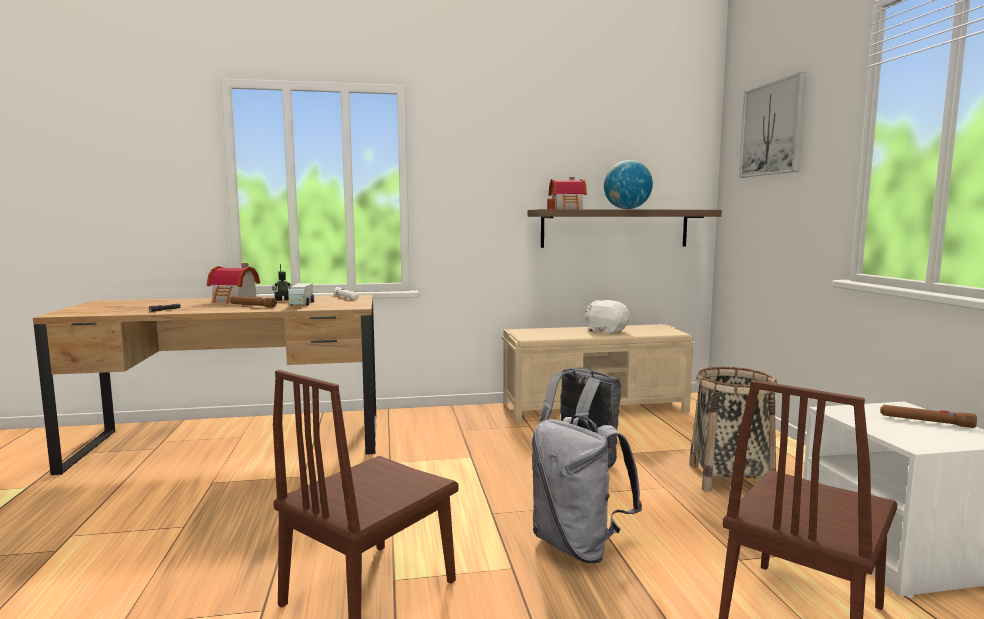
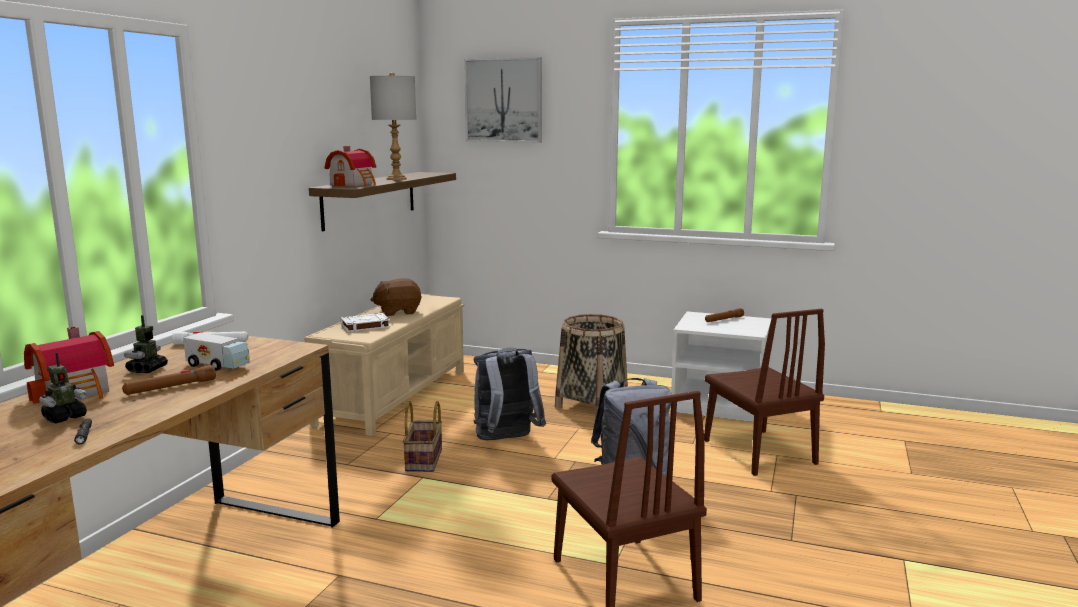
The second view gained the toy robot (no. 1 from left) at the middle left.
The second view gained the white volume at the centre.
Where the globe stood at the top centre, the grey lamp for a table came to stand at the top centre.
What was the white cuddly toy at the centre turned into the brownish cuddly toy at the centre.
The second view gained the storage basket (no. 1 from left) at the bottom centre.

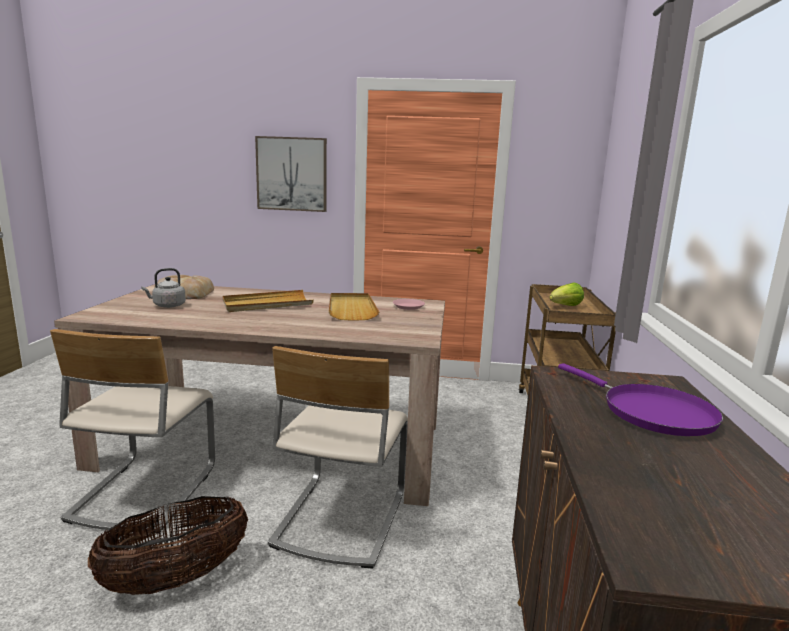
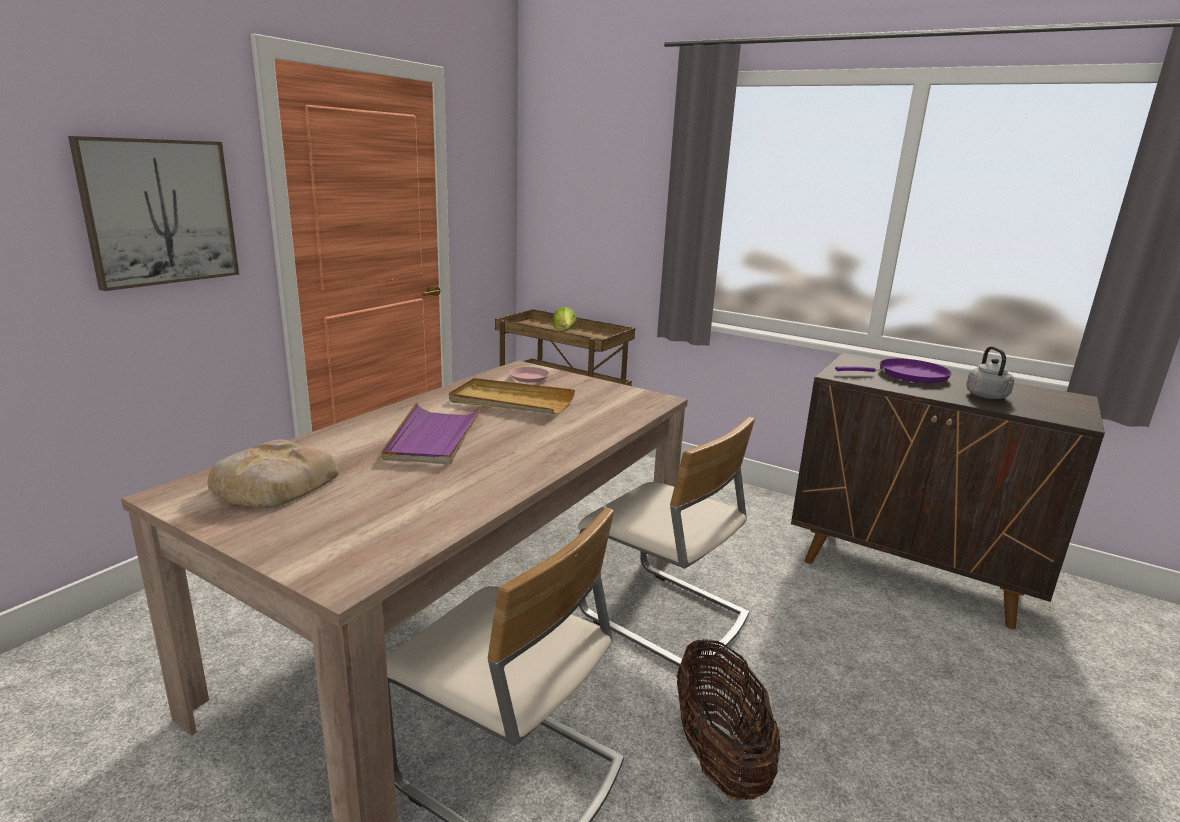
What was the sand-coloured serving tray (no. 1 from left) at the centre turned into the purple-coloured serving tray at the centre.
The grey tea kettle ended up elsewhere, having gone from the middle left to the middle right.

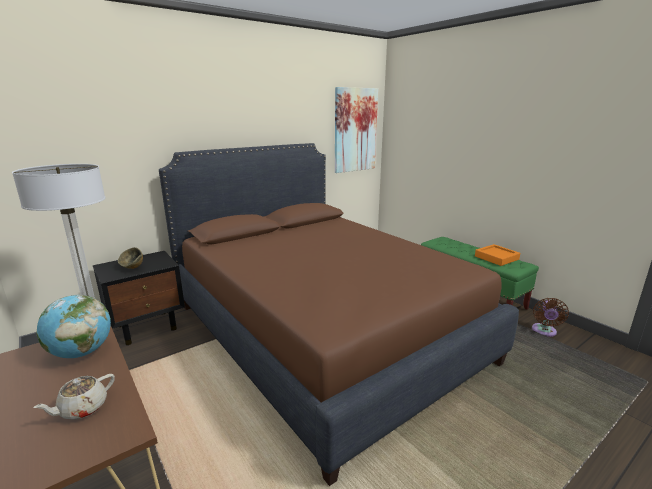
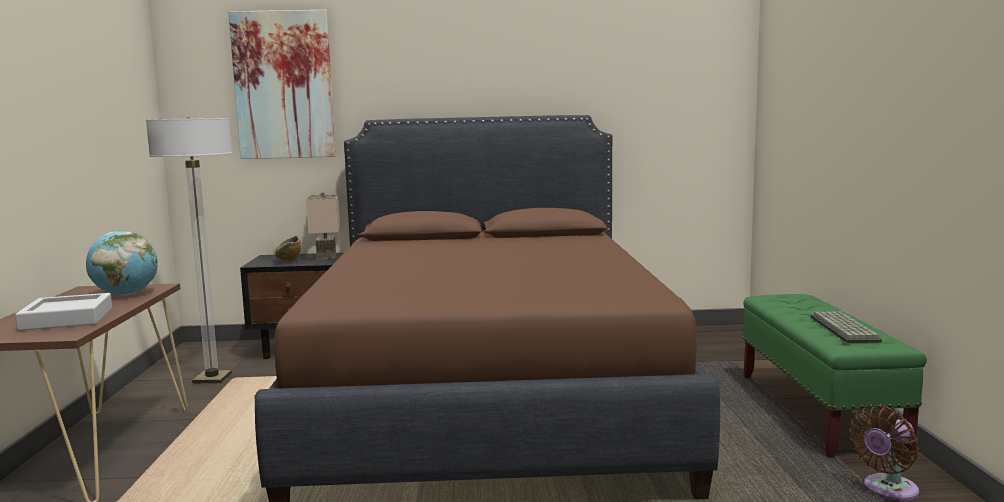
Where the sand-coloured pot for tea stood at the bottom left, the grey serving tray came to stand at the middle left.
The wall art ended up elsewhere, having gone from the top centre to the top left.
The second view gained the sand-coloured lamp for a table at the middle left.
Where the orange serving tray stood at the middle right, the keyboard came to stand at the middle right.

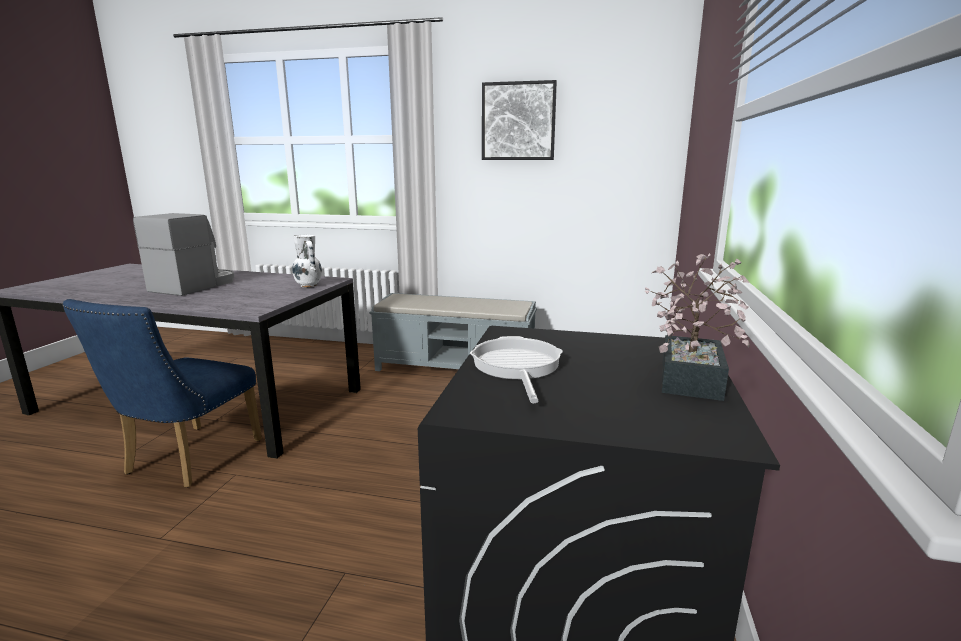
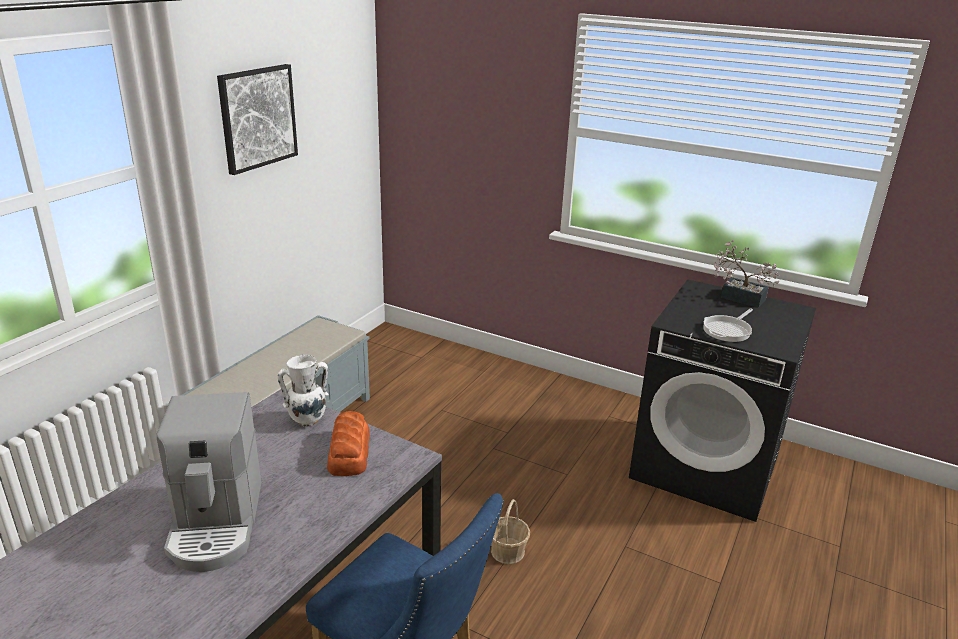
The coffee machine at the middle left ended up facing another way, 135 degrees counterclockwise from before.
The second view gained the bakery bread at the bottom centre.
The second view gained the storage basket at the bottom centre.
The pan at the centre ended up facing another way, 60 degrees counterclockwise from before.

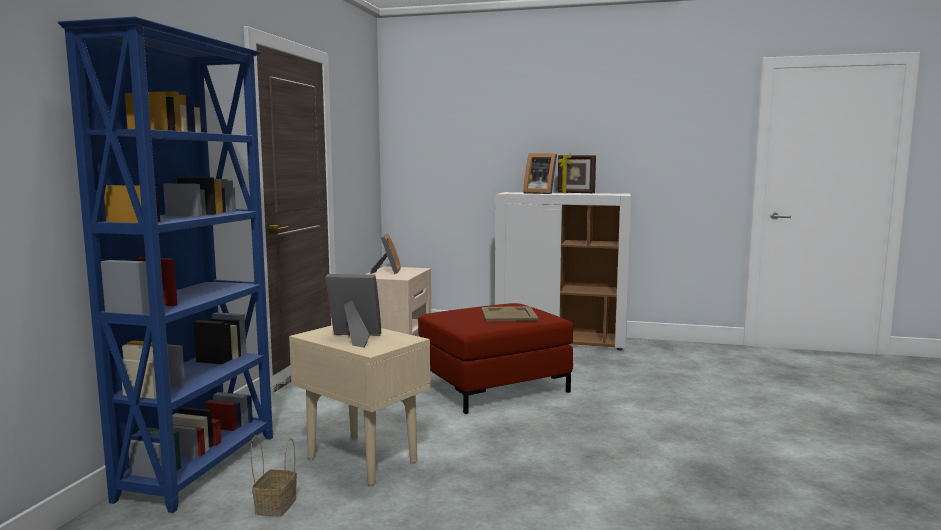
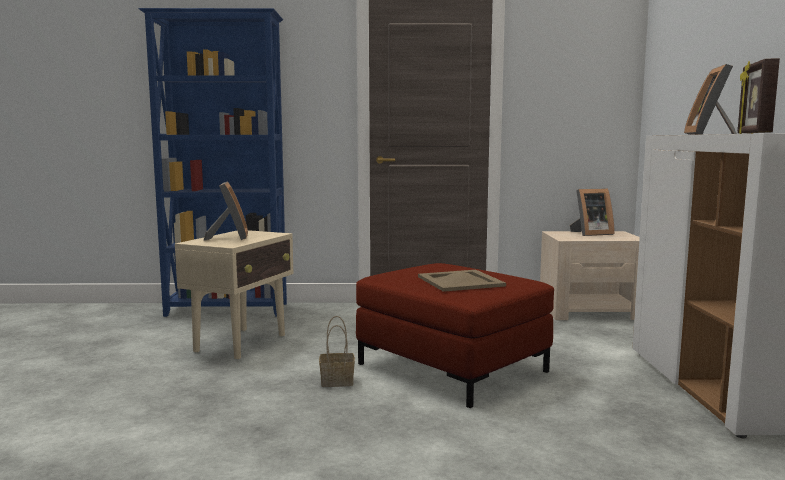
The storage basket ended up elsewhere, having gone from the bottom left to the bottom centre.

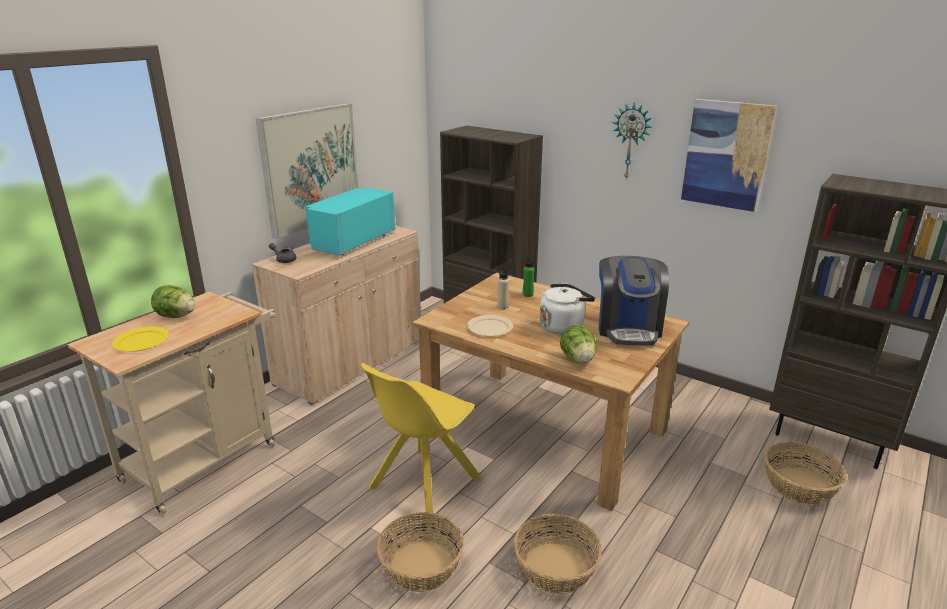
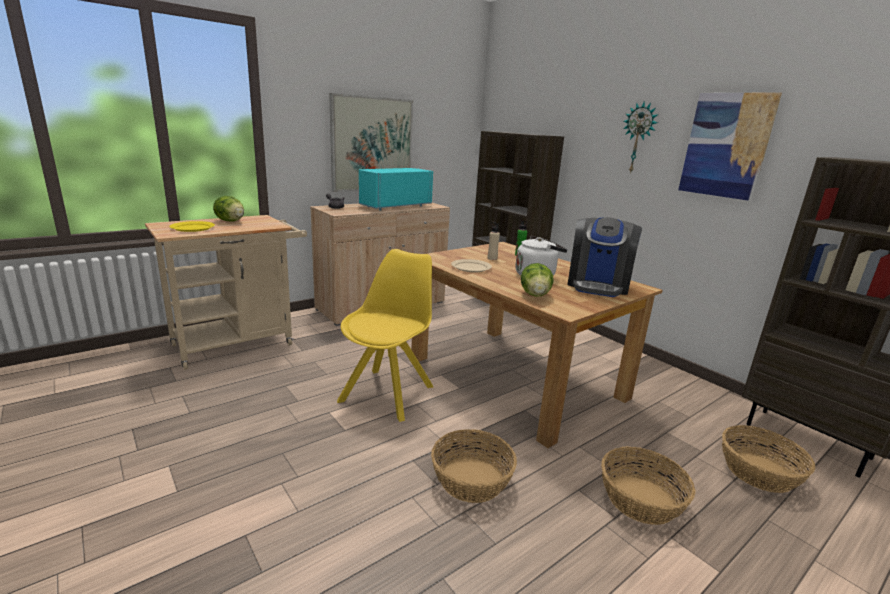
The yellow chair at the bottom centre ended up facing another way, 150 degrees clockwise from before.
The storage basket (no. 1 from left in the first image) ended up elsewhere, having gone from the bottom centre to the bottom right.

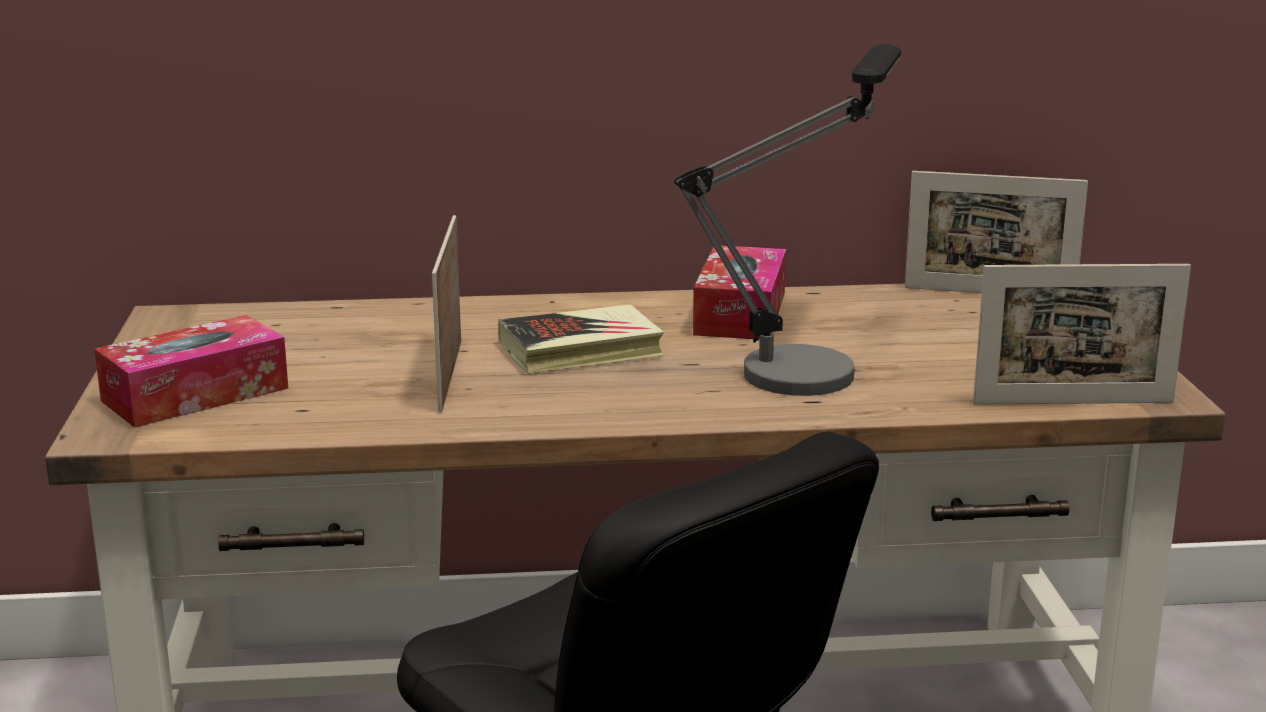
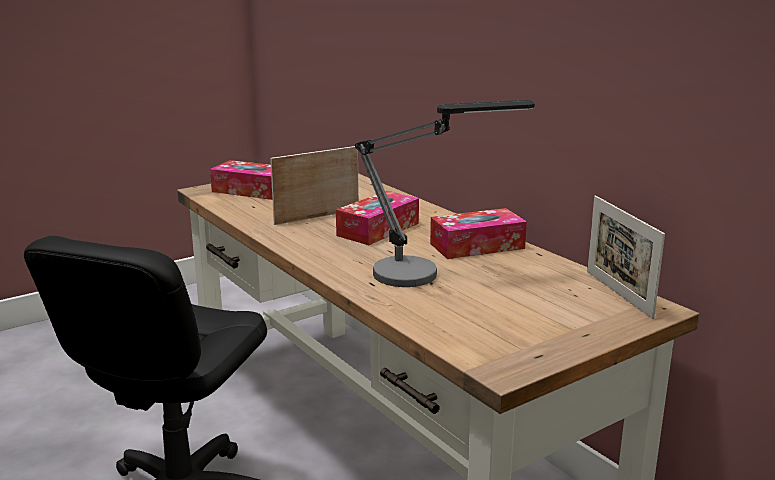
Where the volume stood at the centre, the tissue box (no. 2 from left) came to stand at the centre.
The second view lost the standing frame (no. 3 from left) at the middle right.

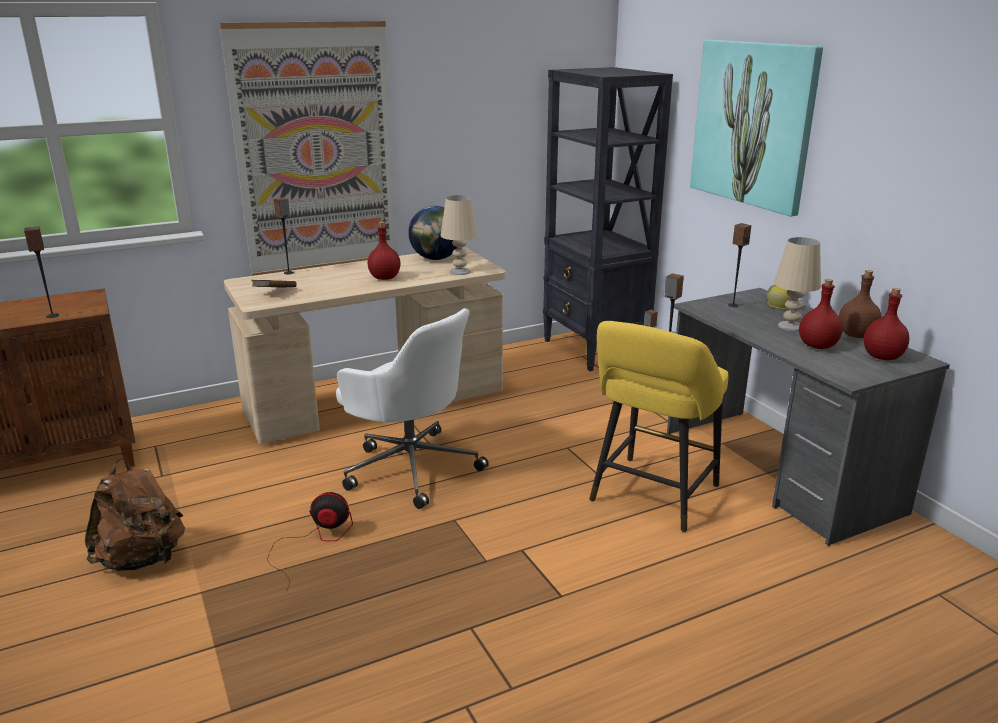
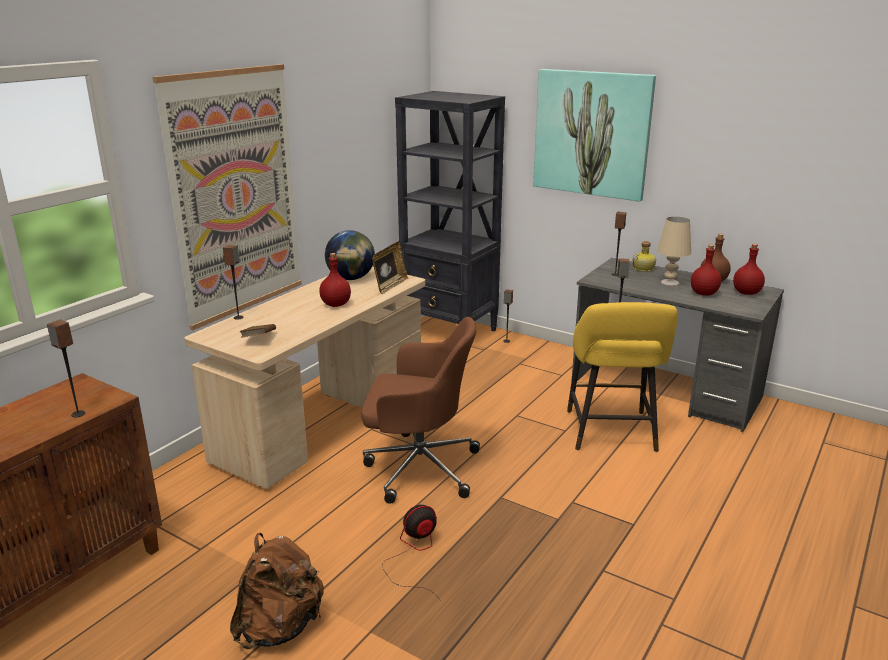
What was the white computer chair at the centre turned into the brownish computer chair at the centre.
Where the sand-coloured lamp for a table (no. 1 from left) stood at the top centre, the standing frame came to stand at the centre.

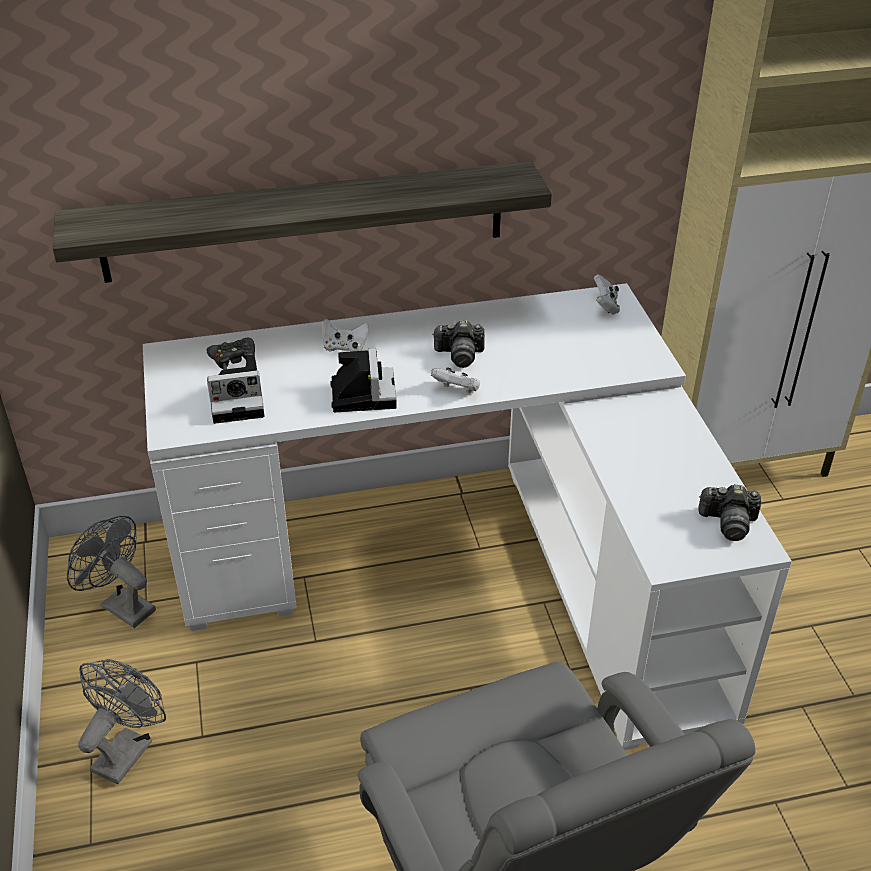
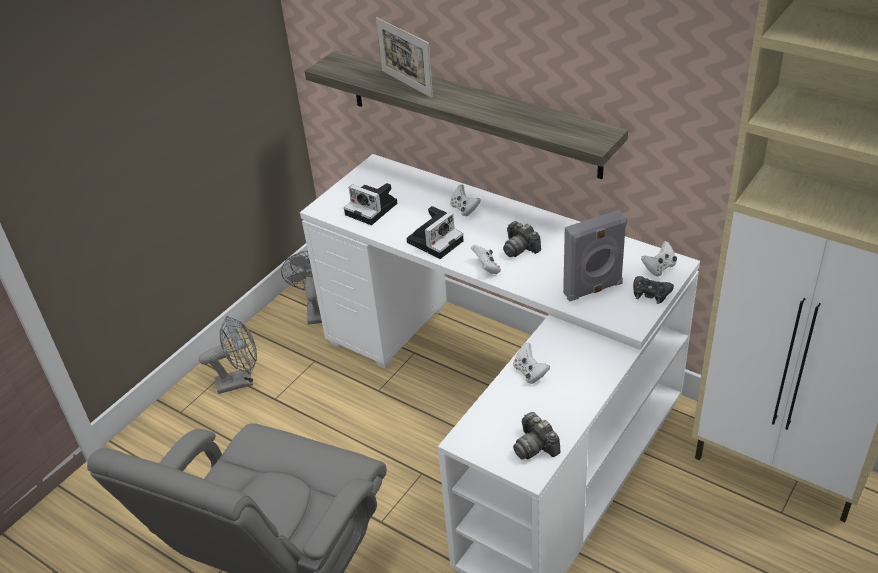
The second view gained the standing frame at the top centre.
The second view gained the white joypad (no. 3 from left) at the centre.
The second view gained the grey audio speaker at the middle right.
The black joypad ended up elsewhere, having gone from the middle left to the middle right.

